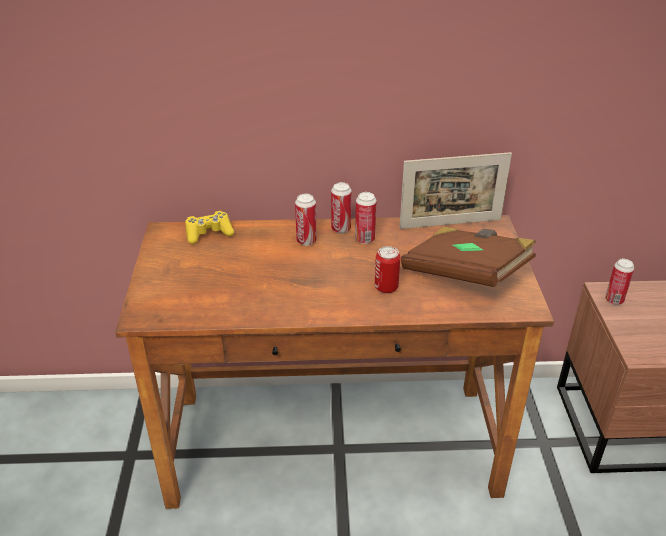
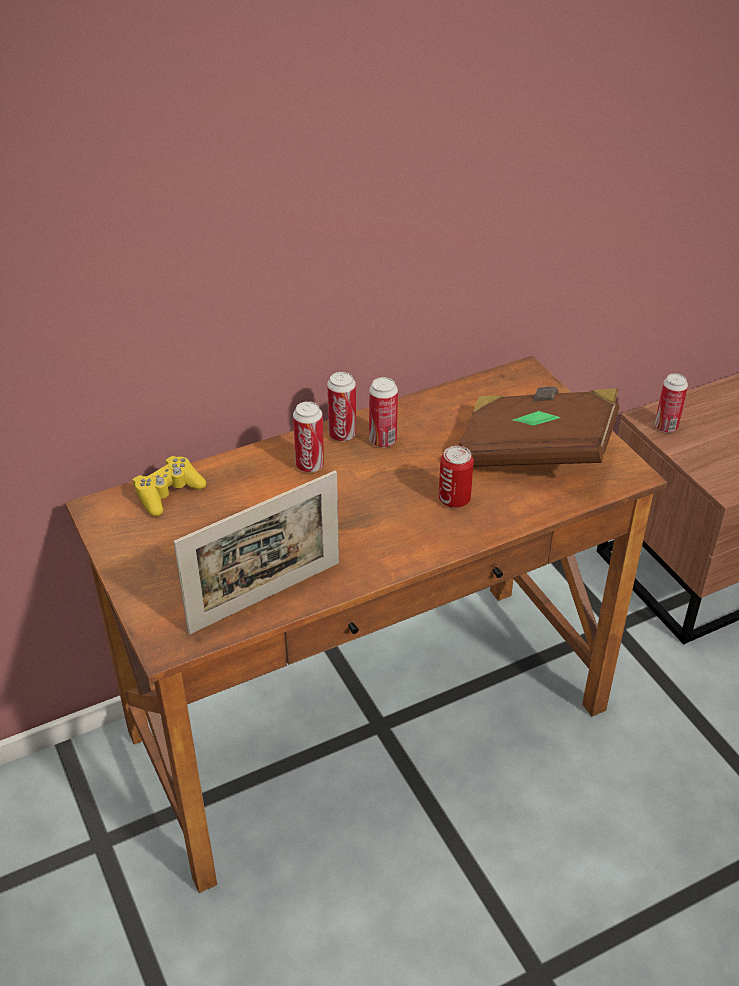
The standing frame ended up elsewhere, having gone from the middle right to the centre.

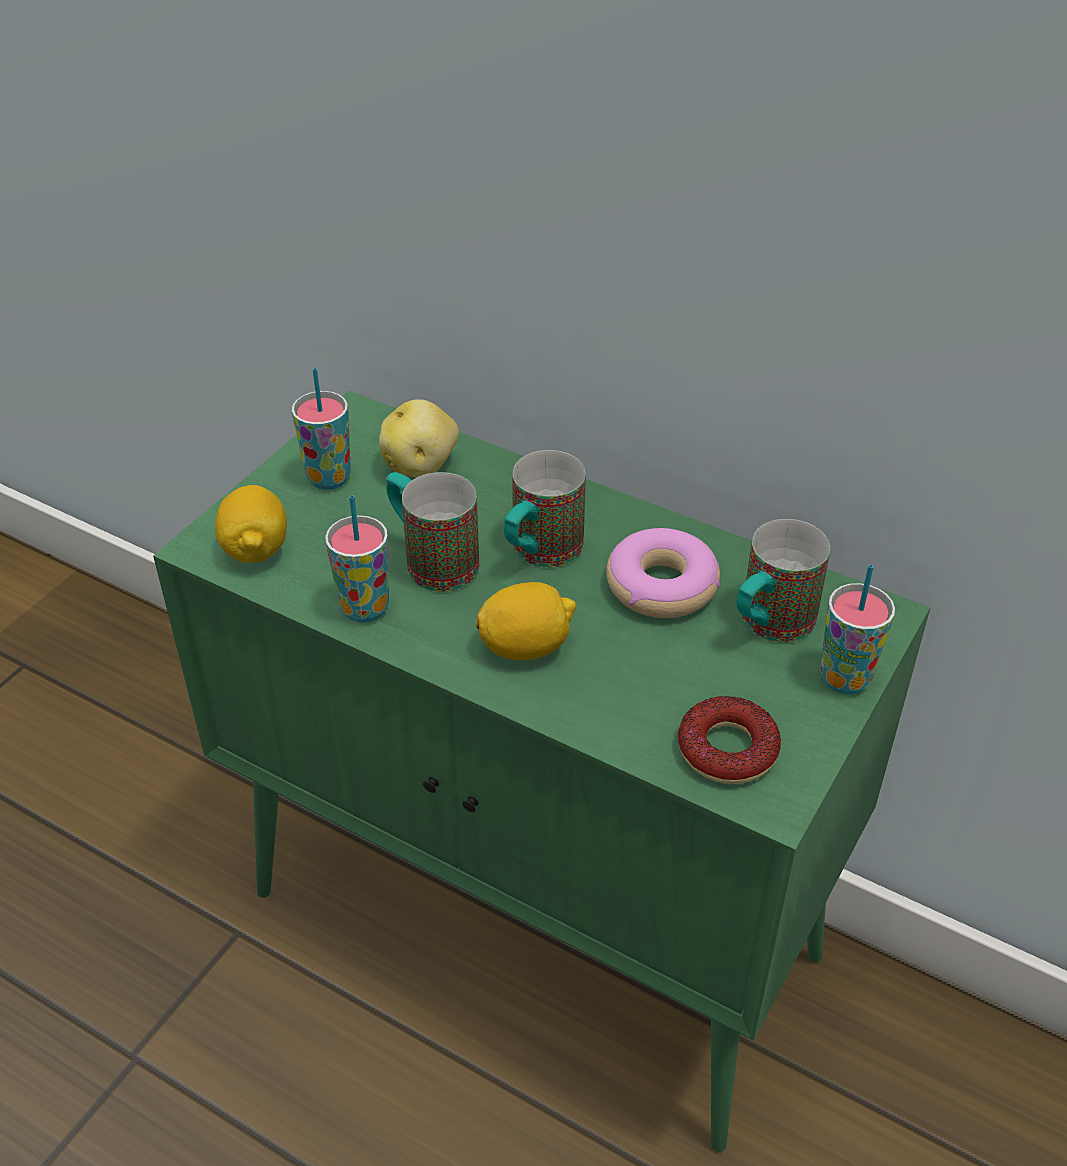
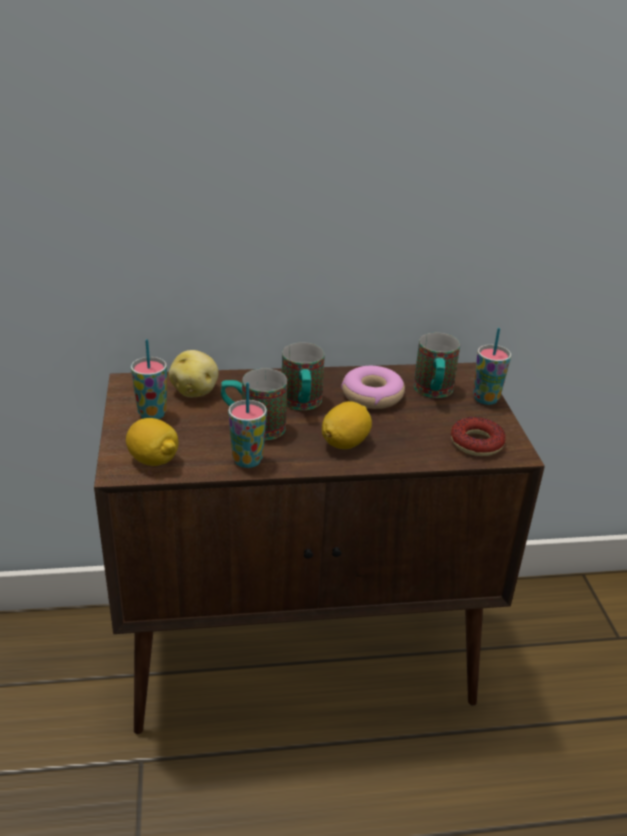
What was the greenish cabinet at the centre turned into the brownish cabinet at the centre.

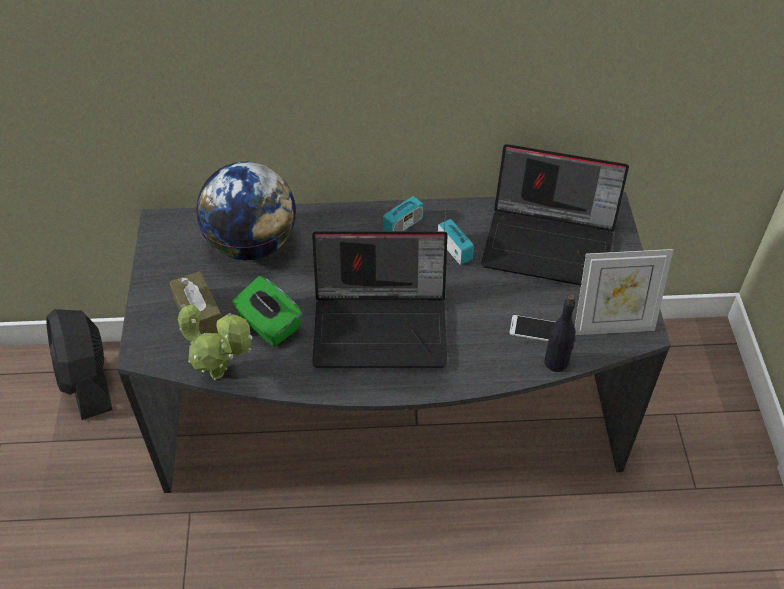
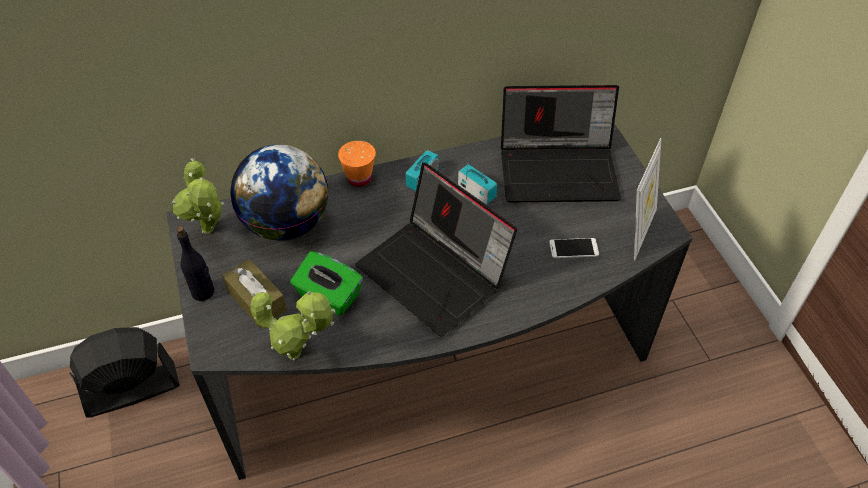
The black electric fan at the middle left ended up facing another way, 105 degrees clockwise from before.
The second view gained the houseplant (no. 1 from left) at the middle left.
The black beverage bottle ended up elsewhere, having gone from the middle right to the middle left.
The second view gained the orange small cup at the centre.
The laptop (no. 1 from left) at the centre ended up facing another way, 60 degrees clockwise from before.
The standing frame at the middle right ended up facing another way, 45 degrees counterclockwise from before.

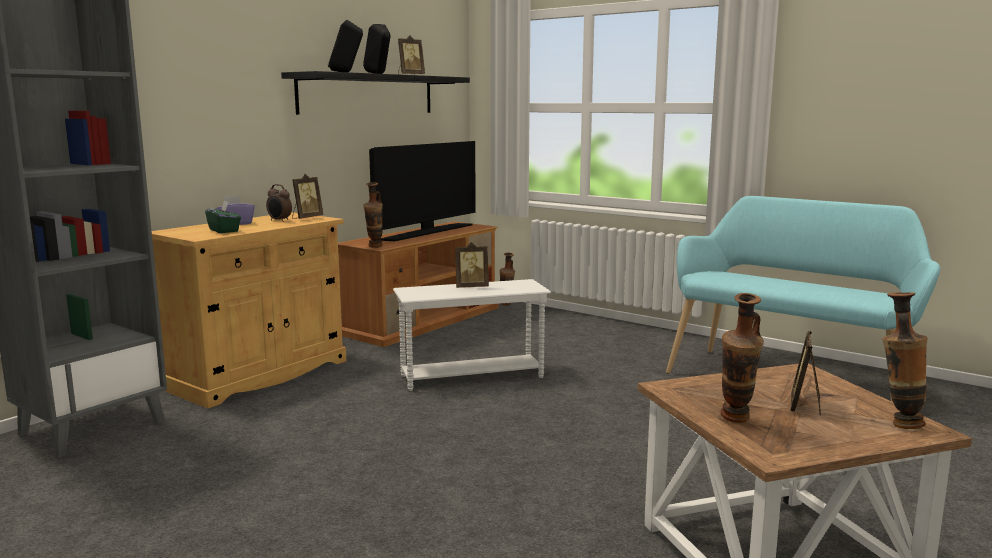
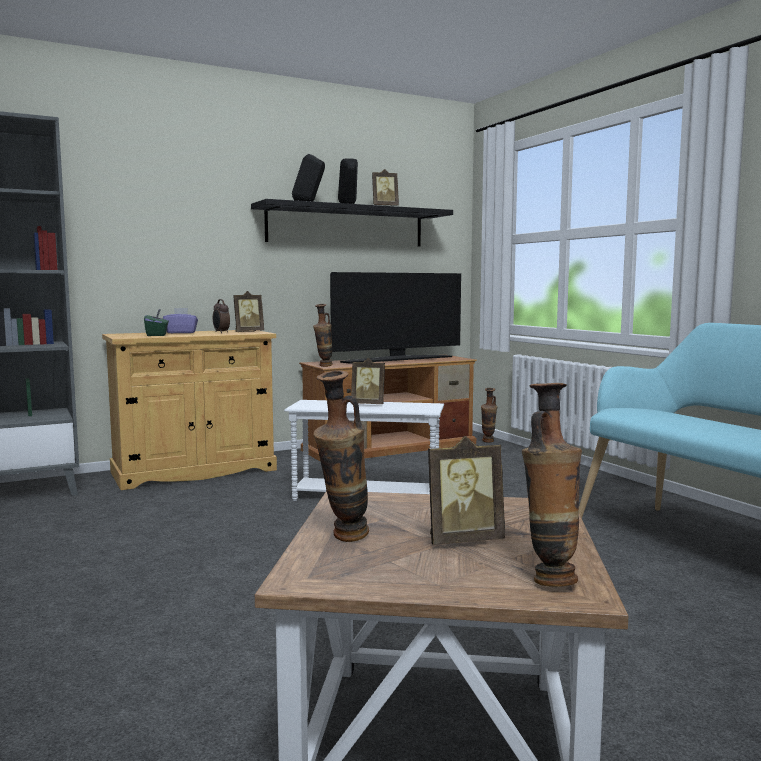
The standing frame (no. 4 from left) at the bottom right ended up facing another way, 150 degrees counterclockwise from before.

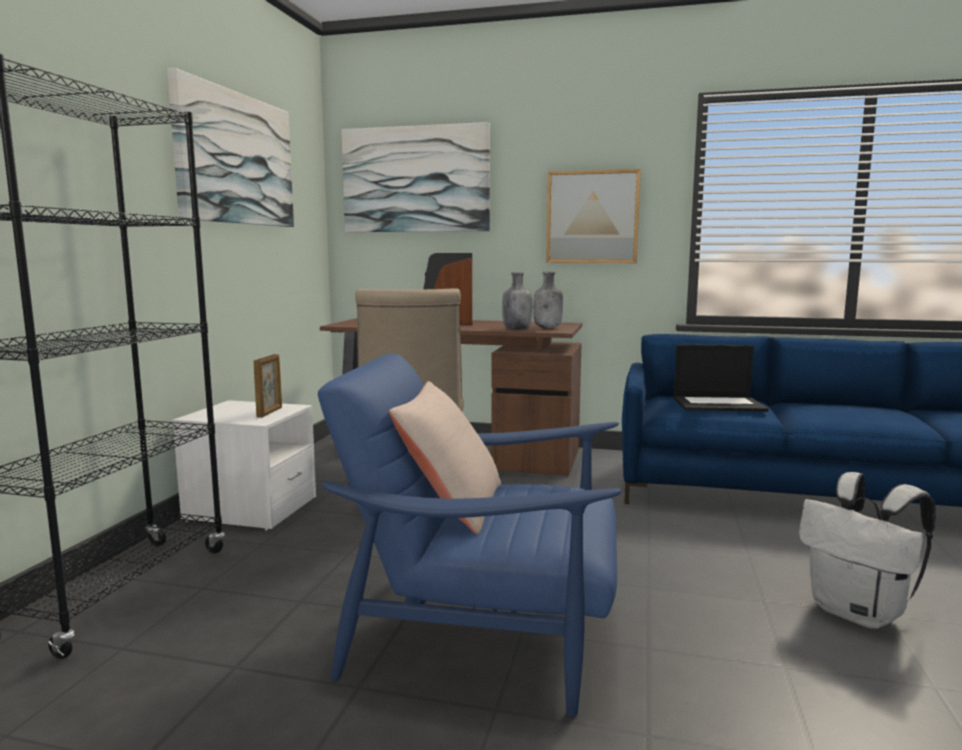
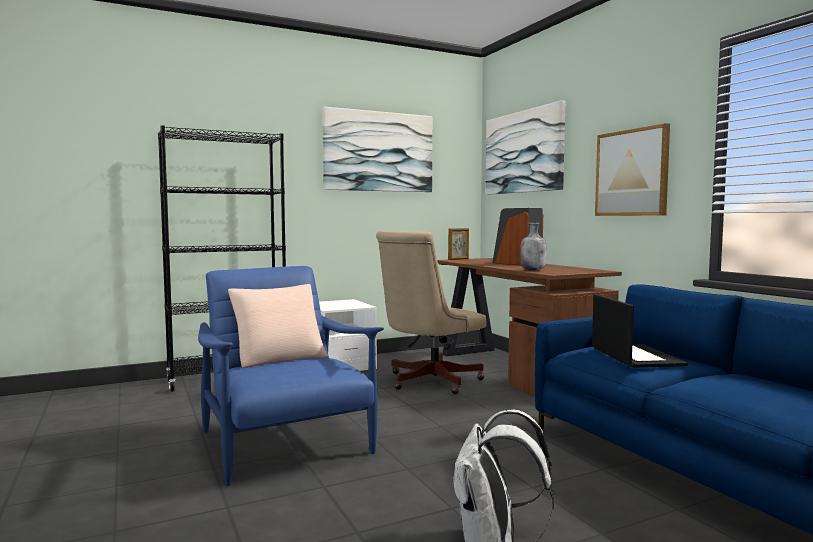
The standing frame ended up elsewhere, having gone from the middle left to the centre.
The laptop at the middle right ended up facing another way, 150 degrees counterclockwise from before.
The second view lost the grey beverage bottle (no. 2 from left) at the centre.

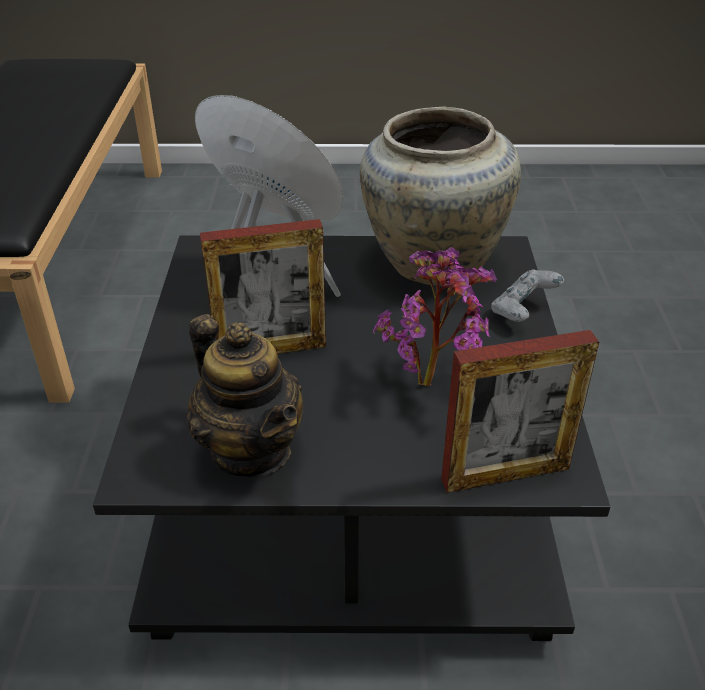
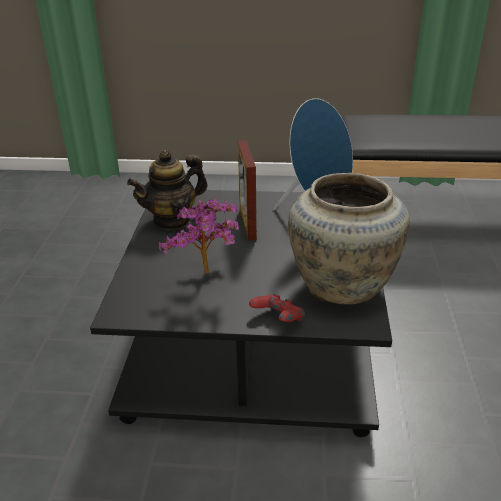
What was the grey joypad at the middle right turned into the red-coloured joypad at the centre.
The second view lost the standing frame (no. 2 from left) at the middle right.

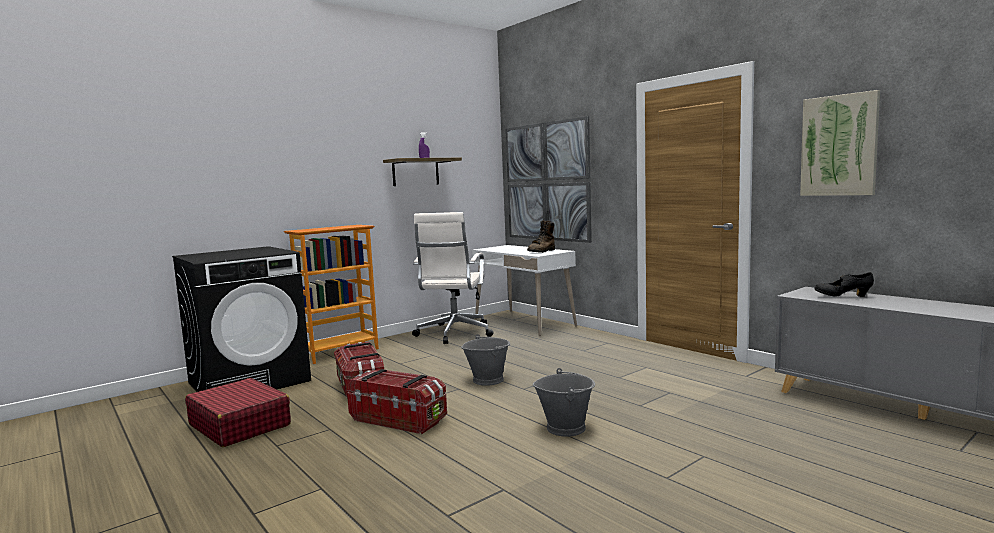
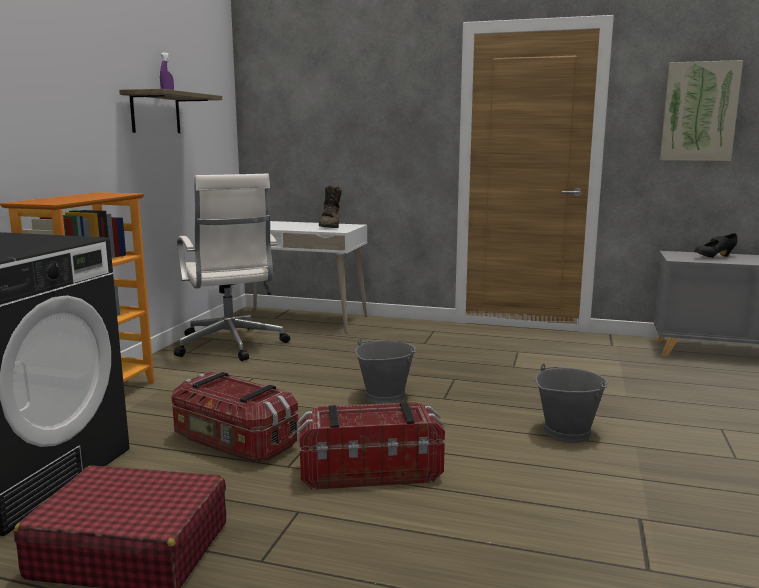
The second view lost the wall art (no. 1 from left) at the centre.

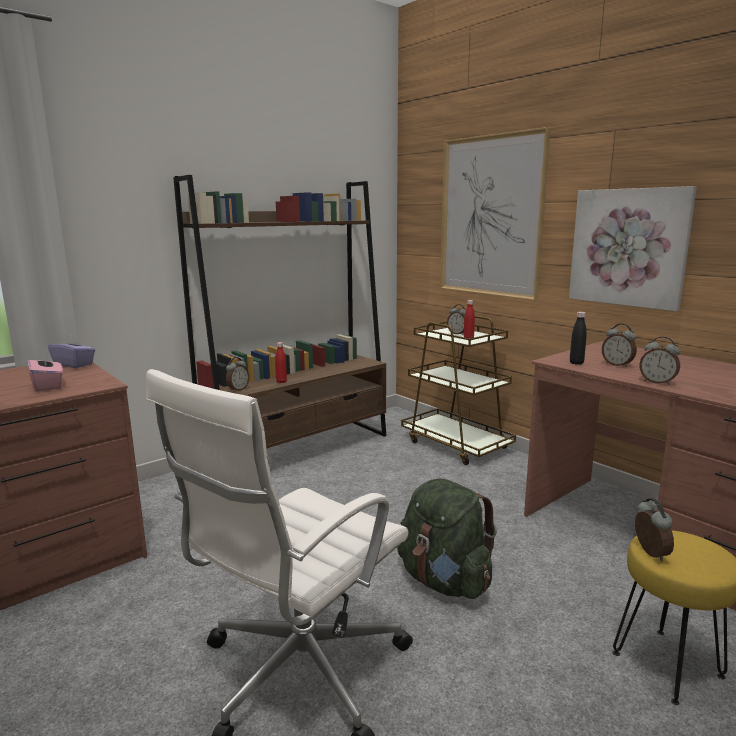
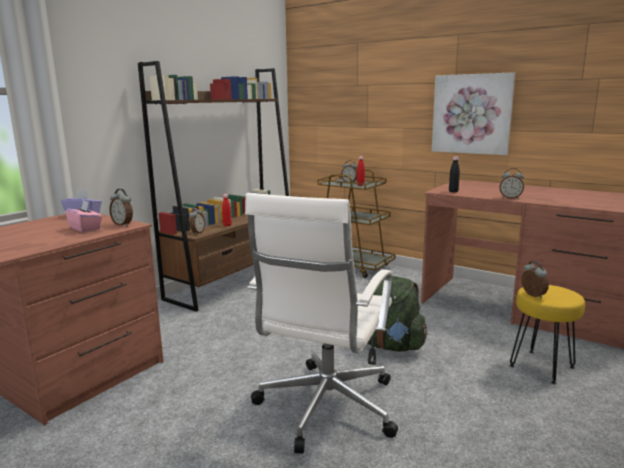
The alarm clock (no. 3 from left in the first image) ended up elsewhere, having gone from the middle right to the middle left.
The second view lost the wall art (no. 1 from left) at the top right.

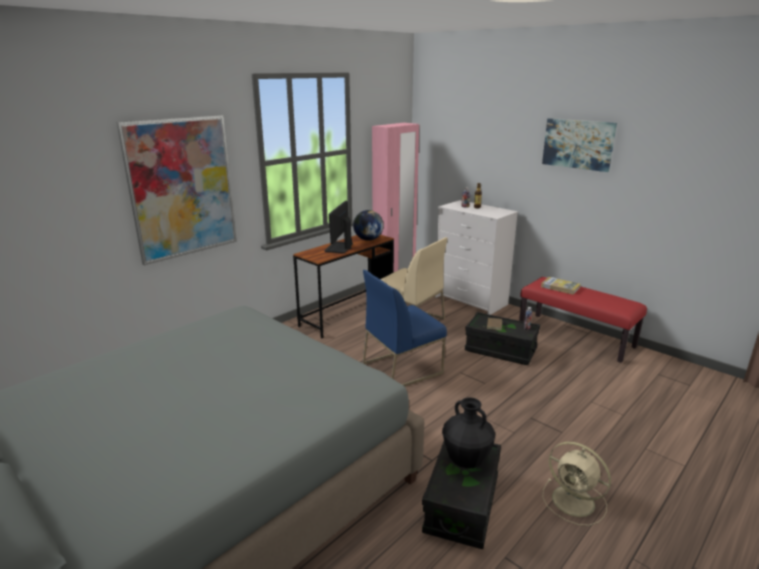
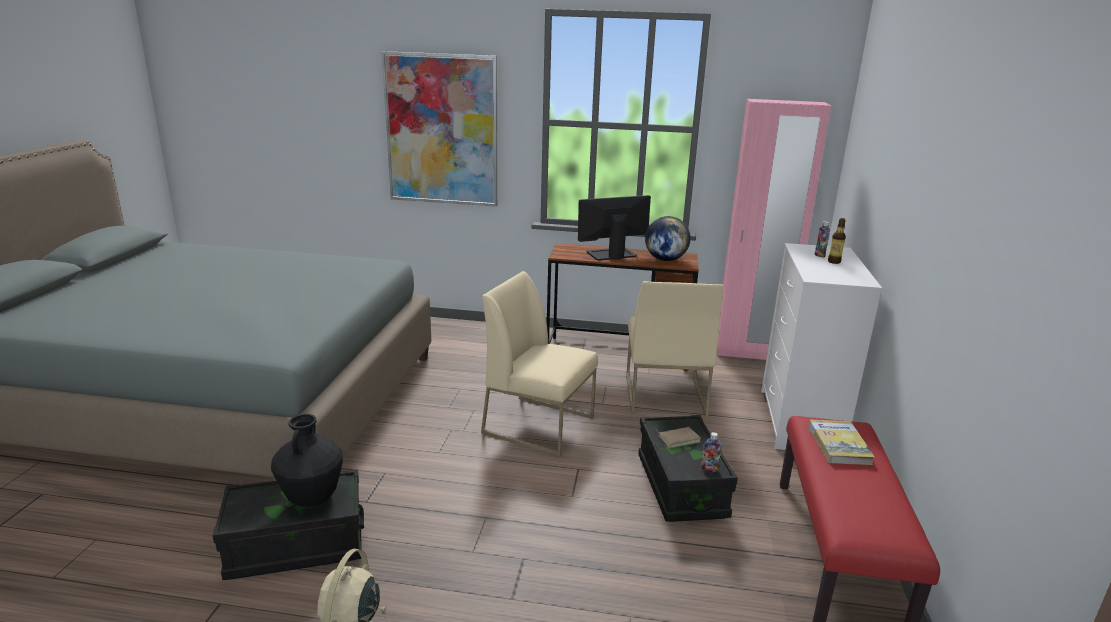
What was the blue-coloured chair at the centre turned into the sand-coloured chair (no. 1 from left) at the centre.
The second view lost the wall art (no. 2 from left) at the top right.

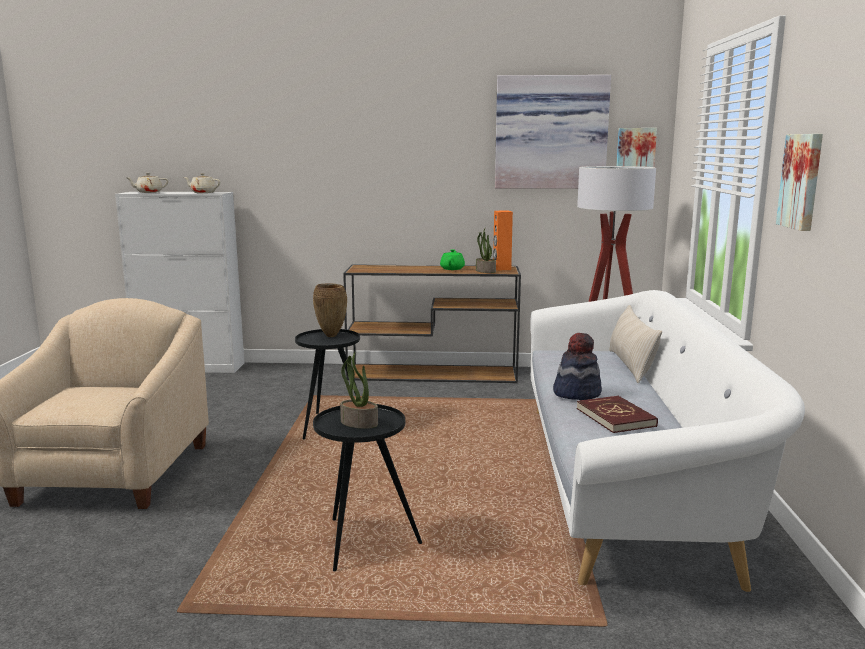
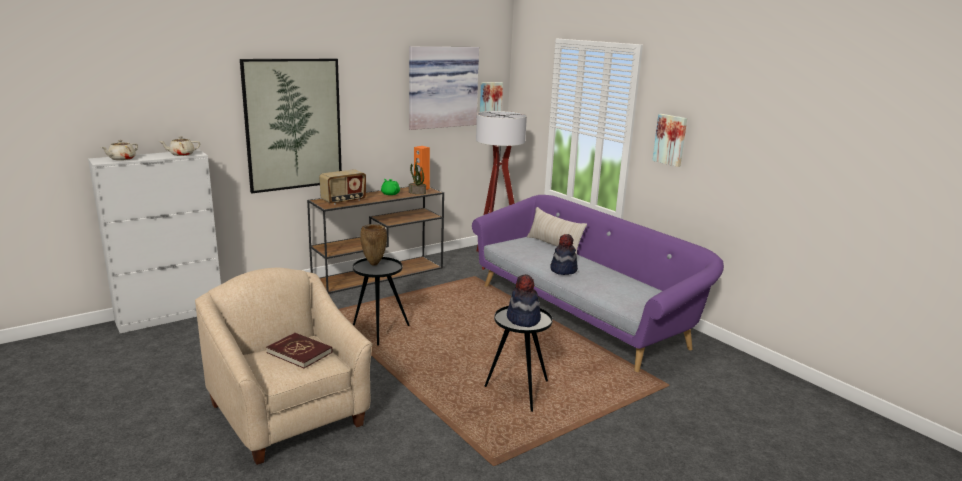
The second view gained the wall art (no. 1 from left) at the top left.
The red-coloured volume ended up elsewhere, having gone from the middle right to the bottom left.
The second view gained the radio set at the centre.
What was the white couch at the bottom right turned into the purple-coloured couch at the centre.
Where the houseplant (no. 1 from left) stood at the centre, the hat (no. 1 from left) came to stand at the centre.

